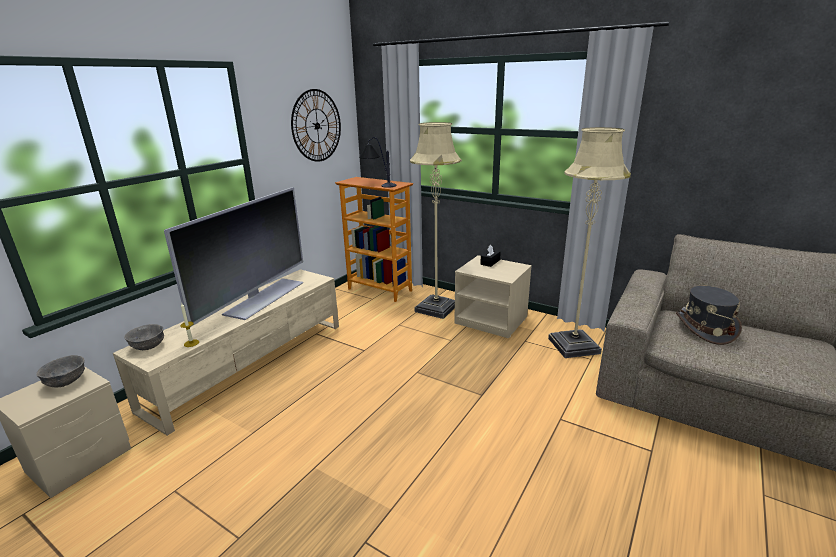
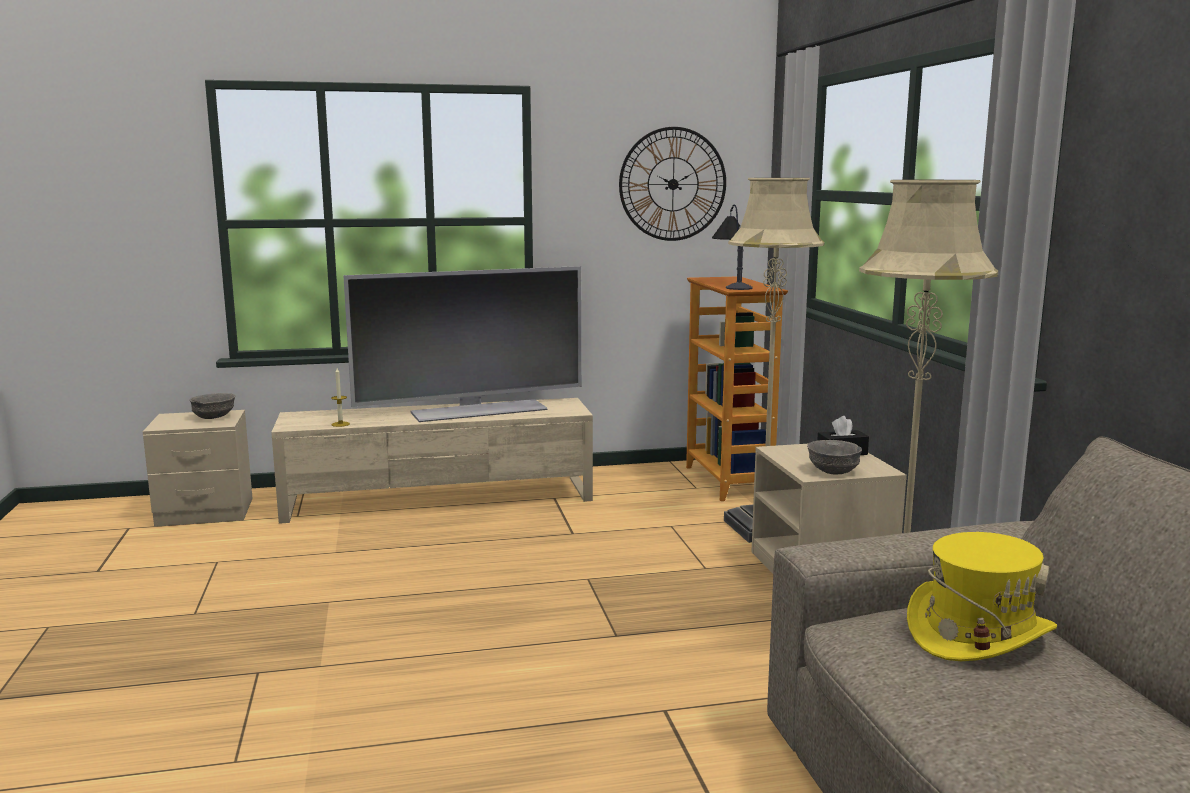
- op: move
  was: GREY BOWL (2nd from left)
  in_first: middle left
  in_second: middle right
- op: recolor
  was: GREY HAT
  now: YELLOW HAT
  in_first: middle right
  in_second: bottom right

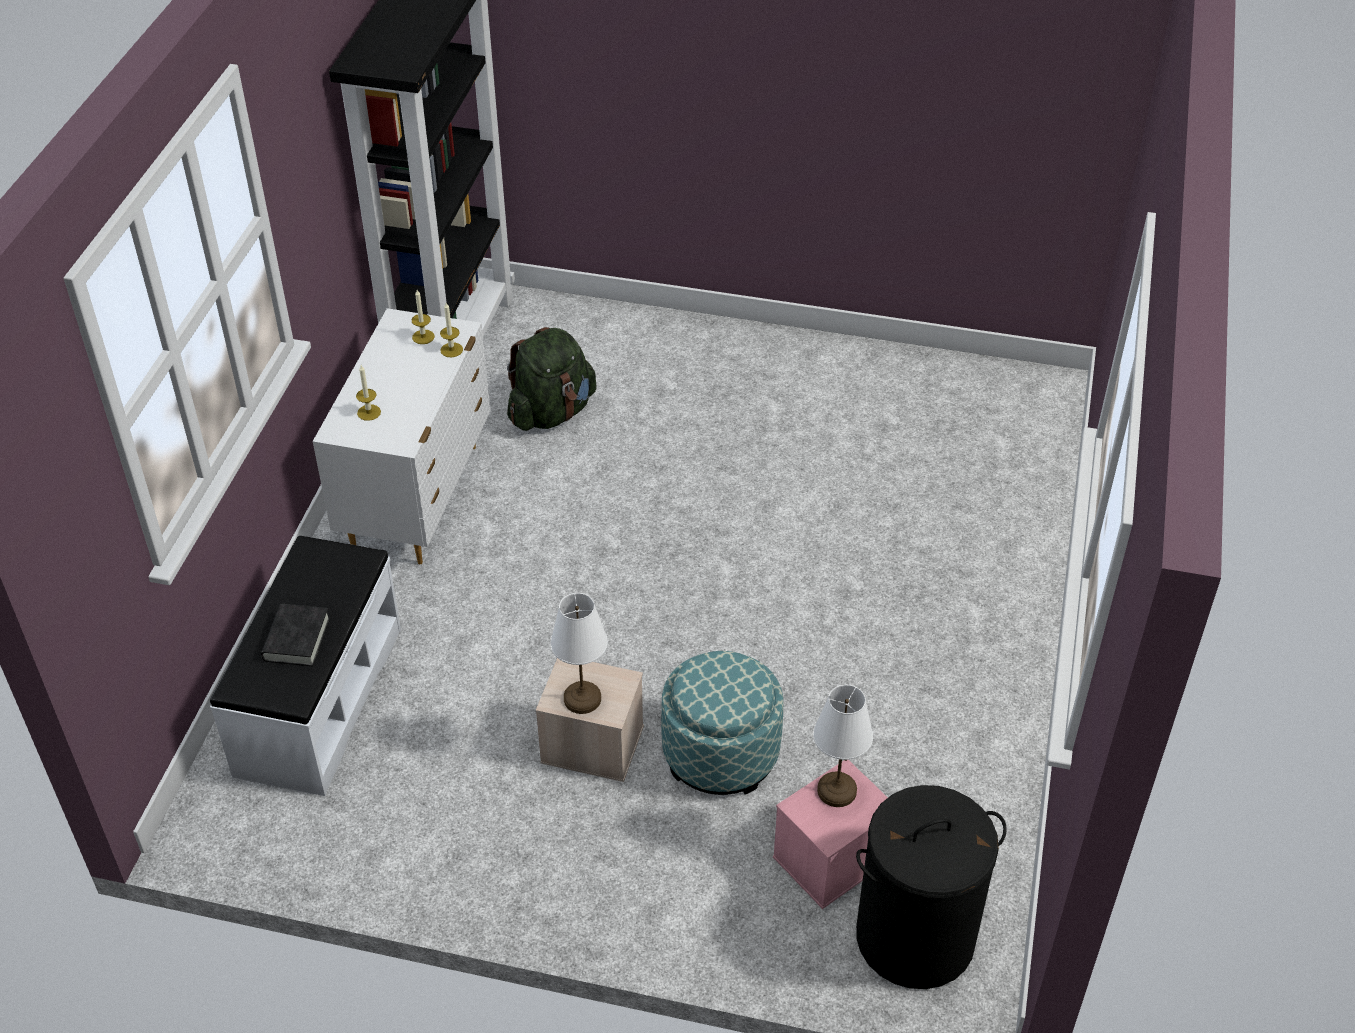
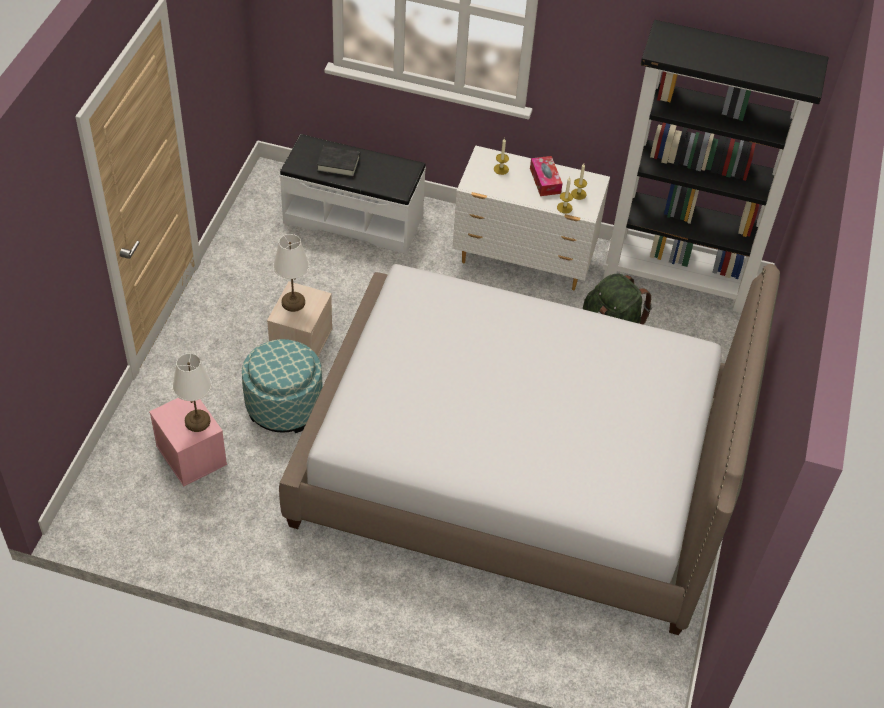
- op: delete
  was: BLACK LAUNDRY BASKET
  in_first: bottom right
- op: insert
  now: BED
  in_second: centre
- op: insert
  now: TISSUE BOX
  in_second: top centre

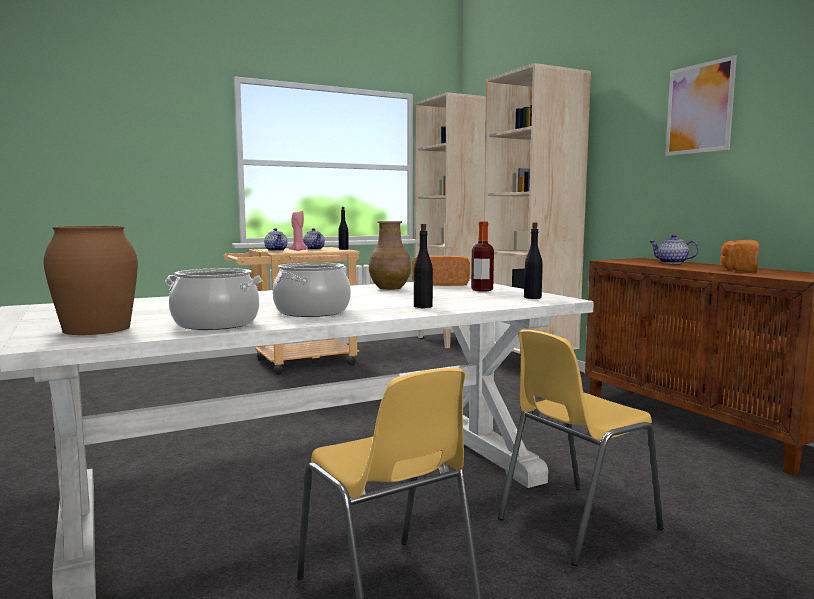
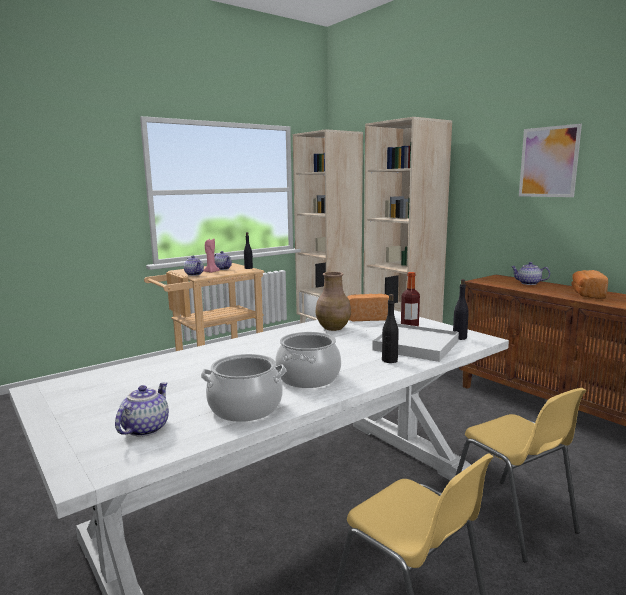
- op: replace
  was: BROWN VASE (1st from left)
  now: TEAPOT (1st from left)
  in_first: middle left
  in_second: bottom left
- op: rotate
  was: YELLOW CHAIR (2nd from left)
  in_first: bottom right
  in_second: bottom right
  clockwise: -75
- op: insert
  now: WHITE TRAY
  in_second: centre

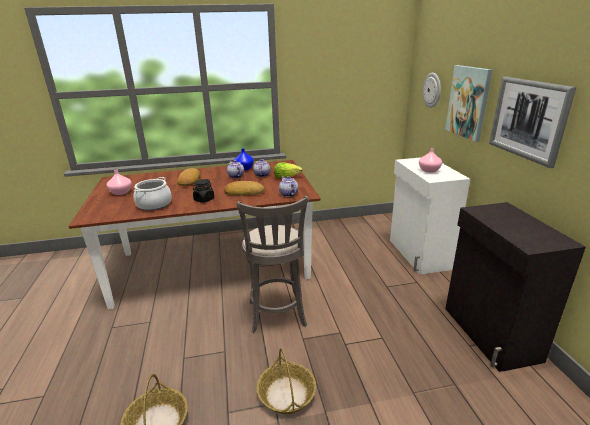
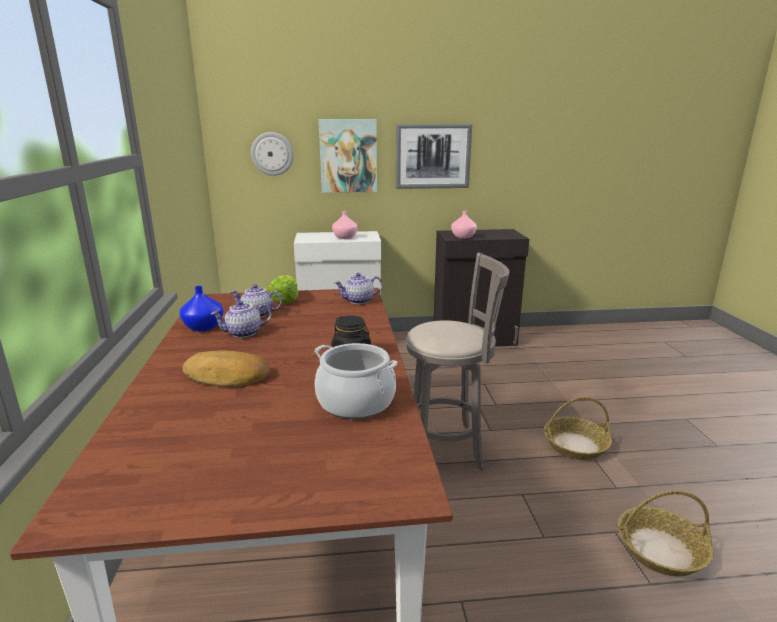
- op: move
  was: PINK VASE (1st from left in the first image)
  now: PINK VASE (2nd from left)
  in_first: middle left
  in_second: centre
- op: delete
  was: BREAD (2nd from left)
  in_first: centre

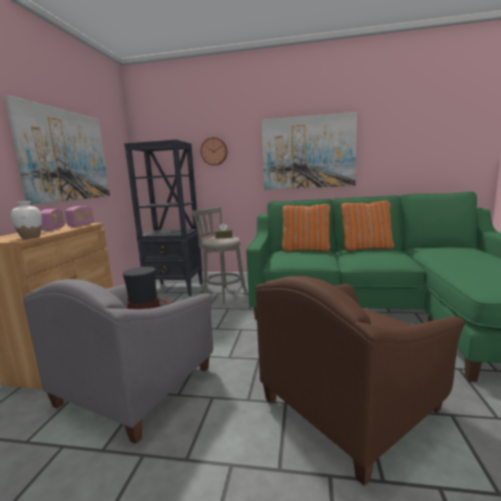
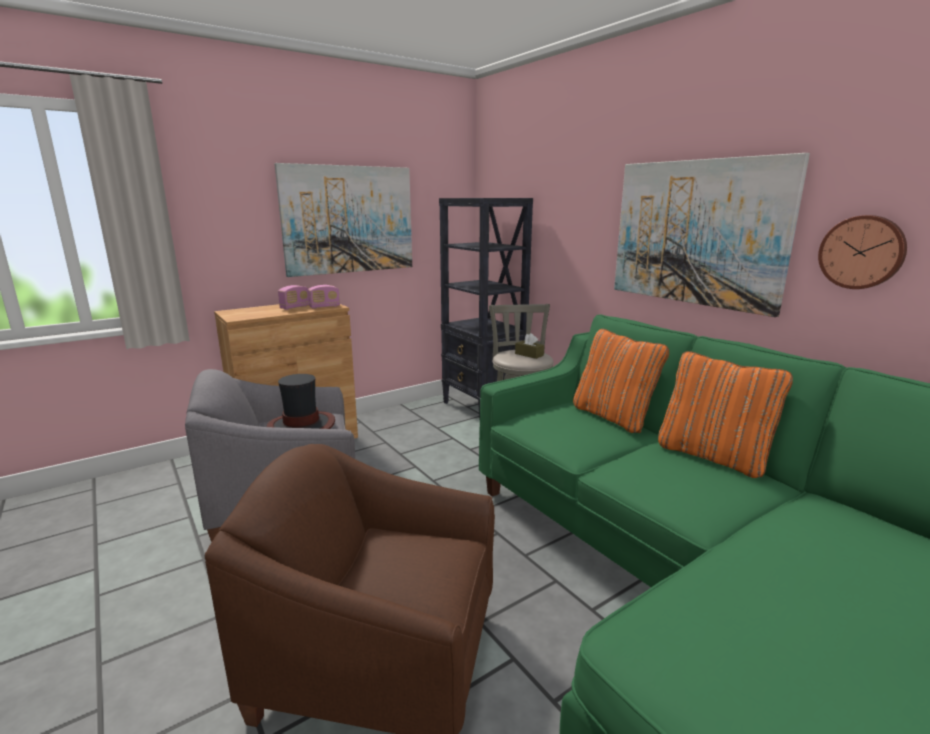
- op: delete
  was: WHITE VASE
  in_first: middle left
- op: move
  was: WALL CLOCK
  in_first: top centre
  in_second: middle right

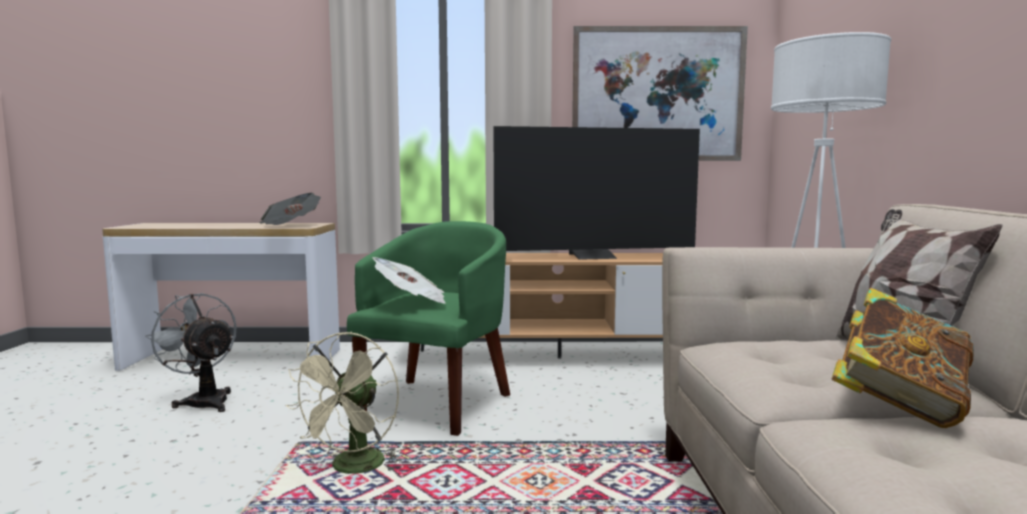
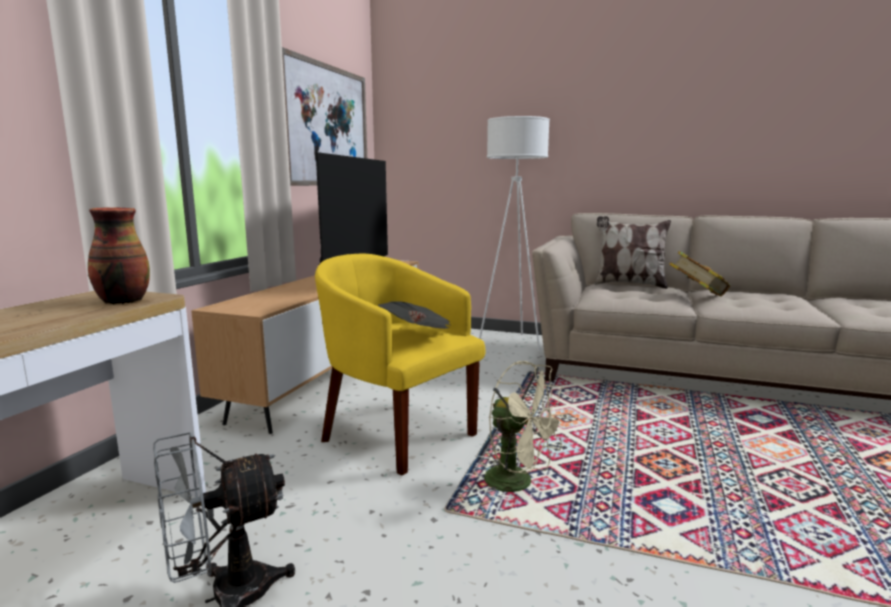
- op: replace
  was: NEWSPAPER (1st from left)
  now: VASE
  in_first: middle left
  in_second: middle left
- op: recolor
  was: GREEN ARMCHAIR
  now: YELLOW ARMCHAIR
  in_first: centre
  in_second: centre

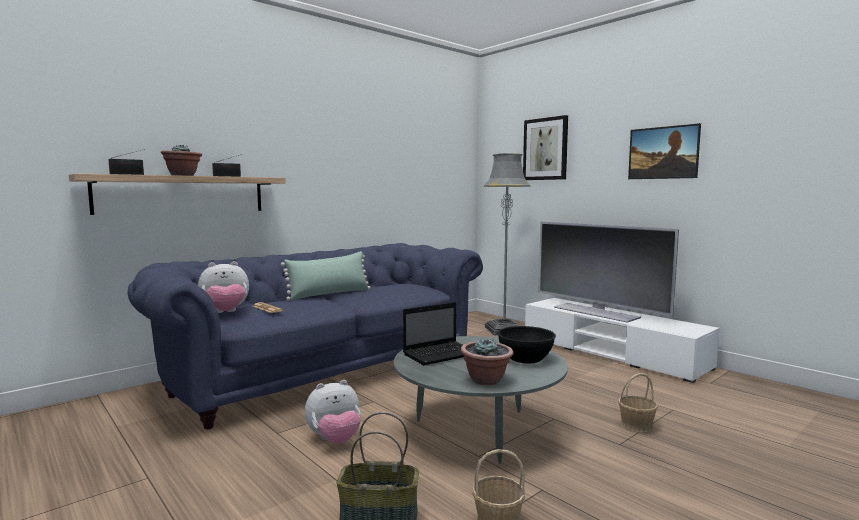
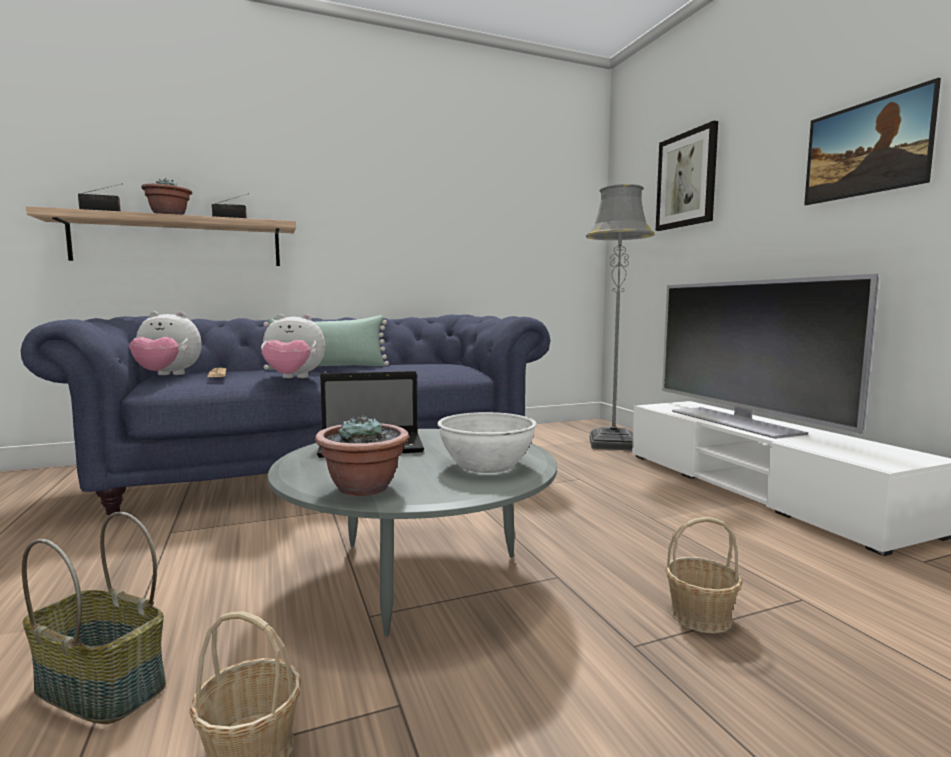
- op: move
  was: PLUSH TOY (2nd from left)
  in_first: bottom centre
  in_second: middle left
- op: recolor
  was: BLACK BOWL
  now: WHITE BOWL
  in_first: centre
  in_second: centre

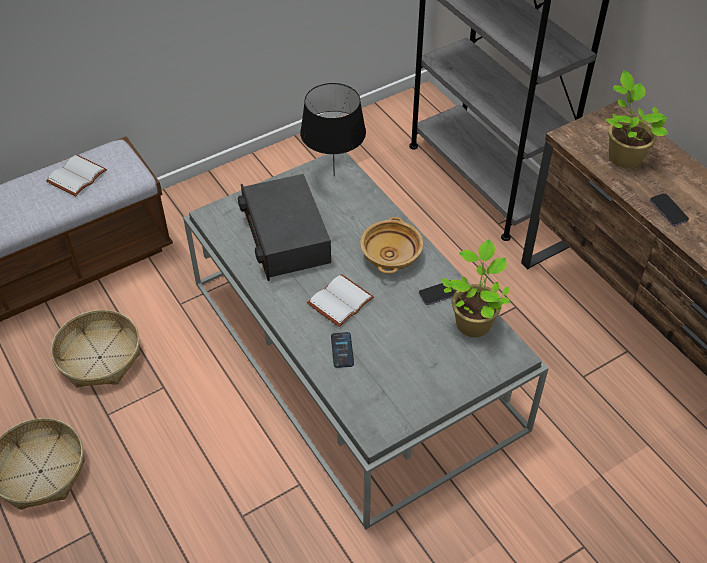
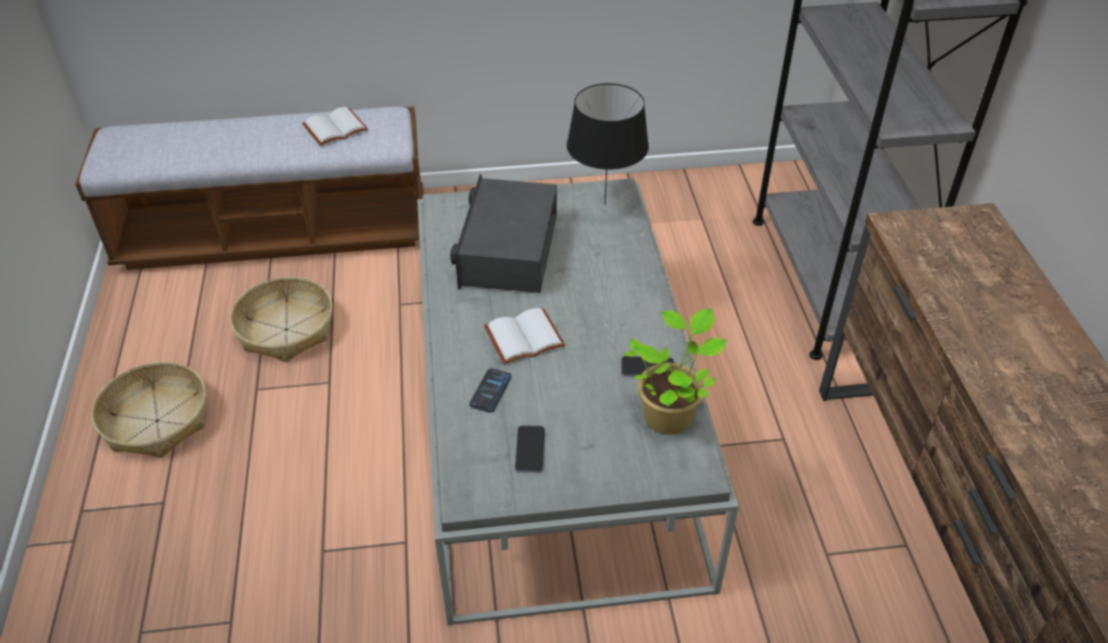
- op: delete
  was: BEIGE BOWL
  in_first: centre
- op: delete
  was: POTTED PLANT (2nd from left)
  in_first: top right
- op: move
  was: PHONE (3rd from left in the first image)
  now: PHONE (2nd from left)
  in_first: middle right
  in_second: bottom centre

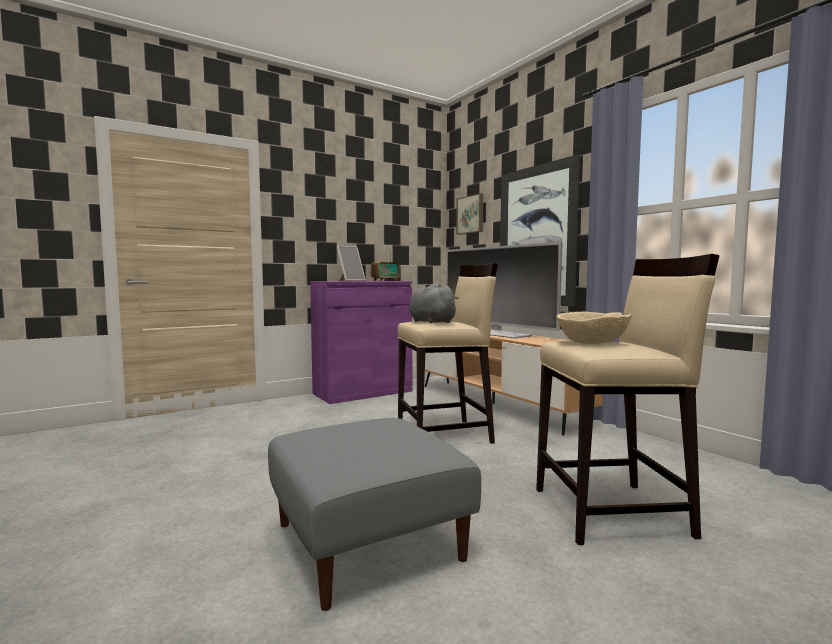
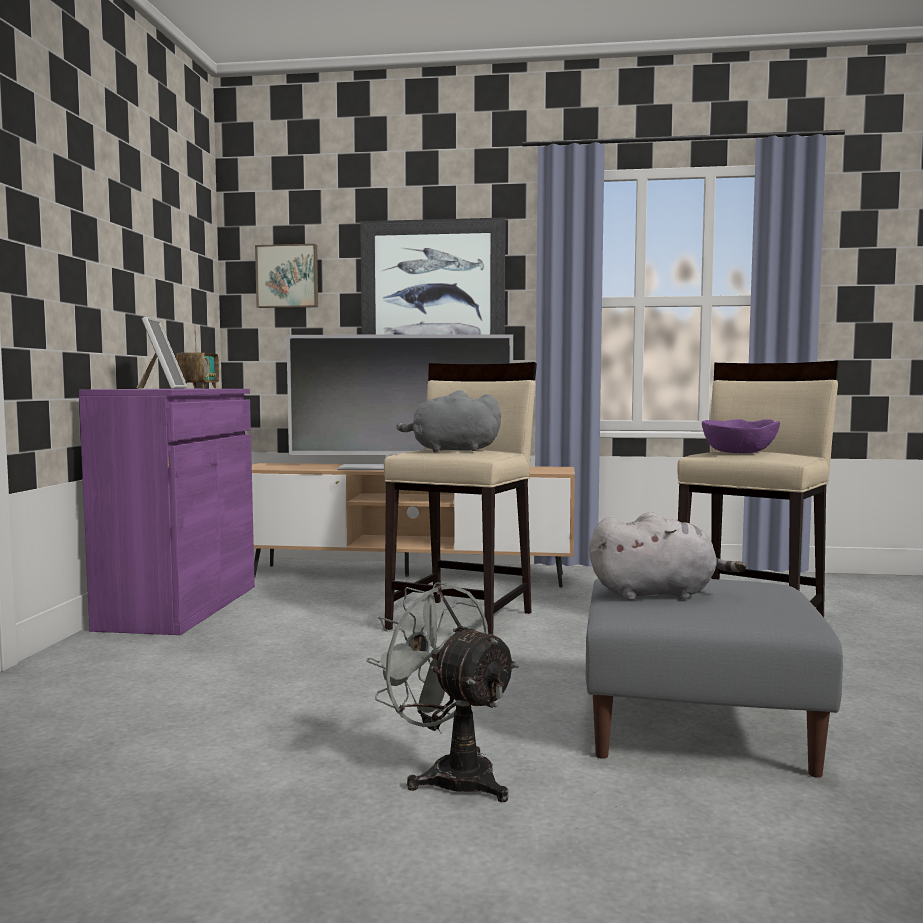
- op: recolor
  was: BEIGE BOWL
  now: PURPLE BOWL
  in_first: middle right
  in_second: middle right
- op: insert
  now: GREY FAN
  in_second: bottom centre
- op: insert
  now: GREY PLUSH TOY (2nd from left)
  in_second: middle right

